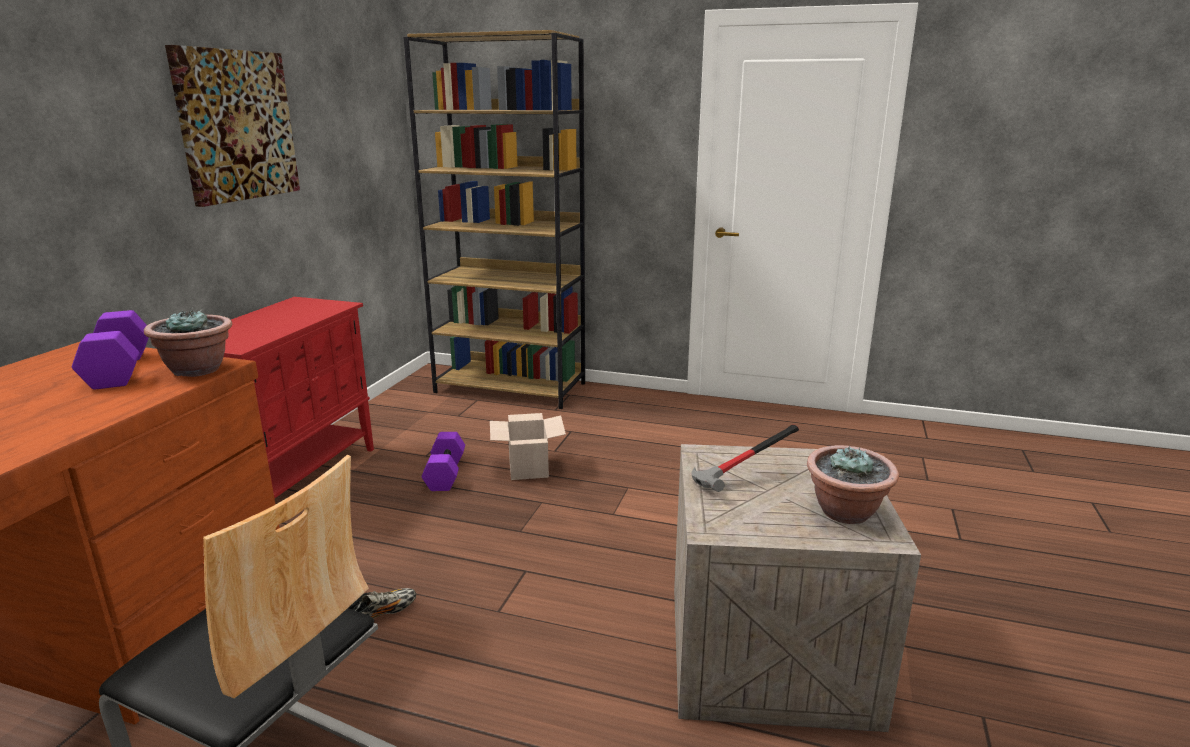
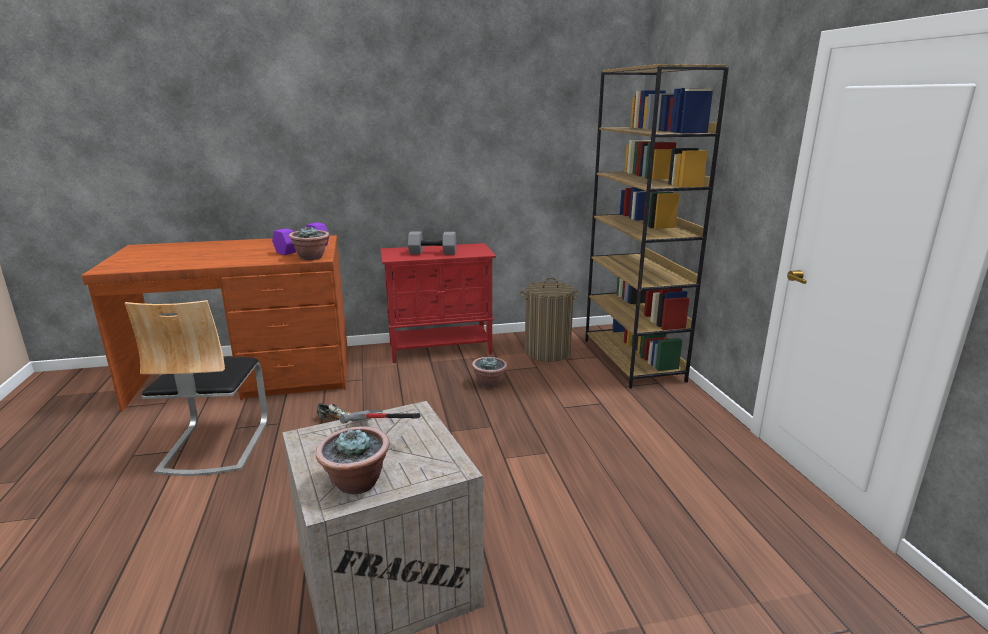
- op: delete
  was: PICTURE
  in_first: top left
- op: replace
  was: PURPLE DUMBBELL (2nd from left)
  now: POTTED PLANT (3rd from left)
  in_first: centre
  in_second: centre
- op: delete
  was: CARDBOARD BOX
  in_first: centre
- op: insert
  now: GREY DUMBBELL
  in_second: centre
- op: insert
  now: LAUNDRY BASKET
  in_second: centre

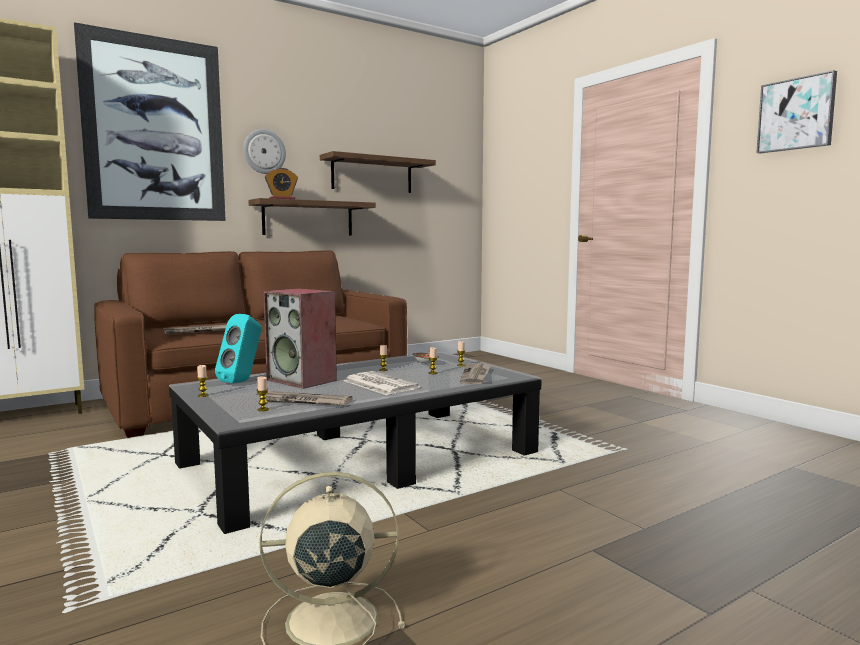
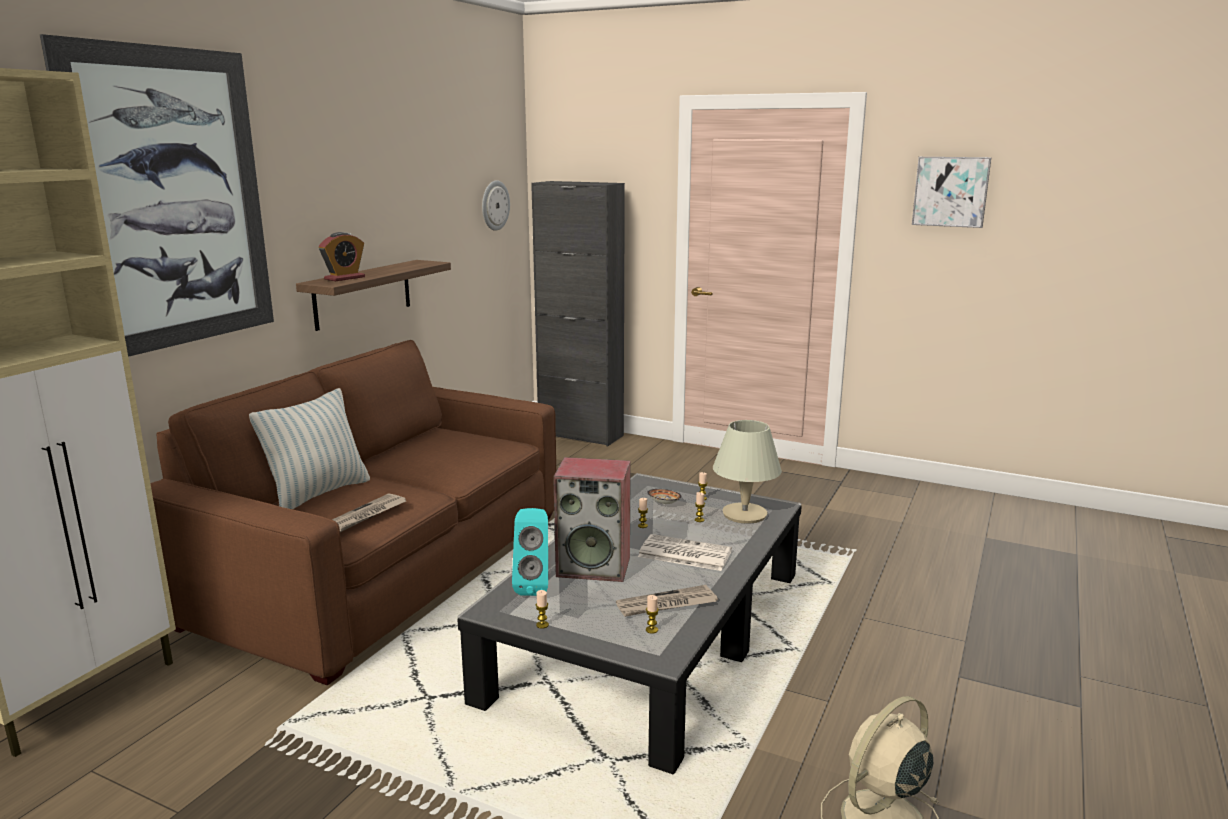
- op: move
  was: WALL CLOCK
  in_first: top left
  in_second: top centre
- op: delete
  was: SHELF (2nd from left)
  in_first: top centre
- op: replace
  was: NEWSPAPER (4th from left)
  now: BEIGE TABLE LAMP
  in_first: centre
  in_second: centre
- op: insert
  now: PILLOW
  in_second: middle left
- op: insert
  now: BLACK CABINET
  in_second: centre

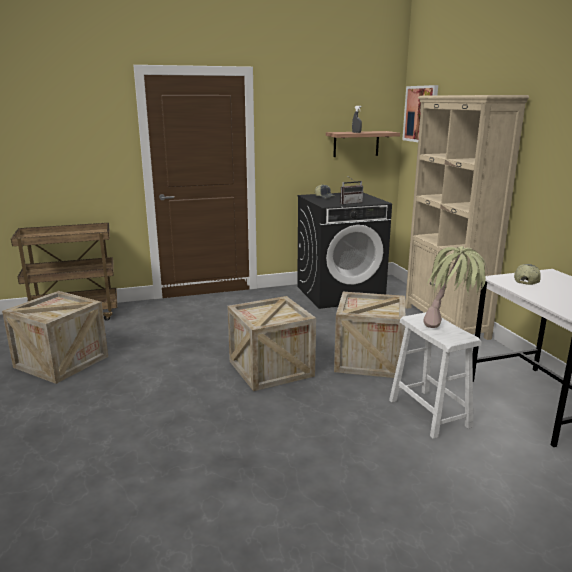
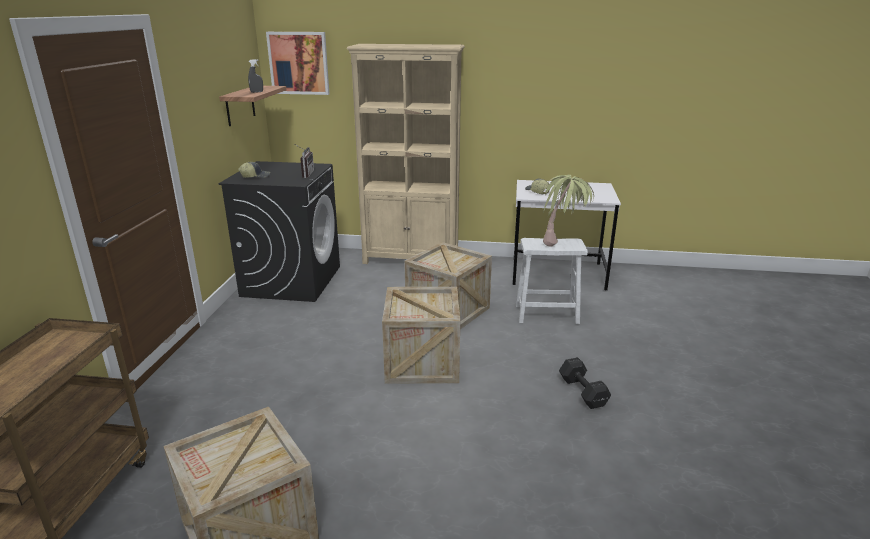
- op: insert
  now: BLACK DUMBBELL
  in_second: bottom right

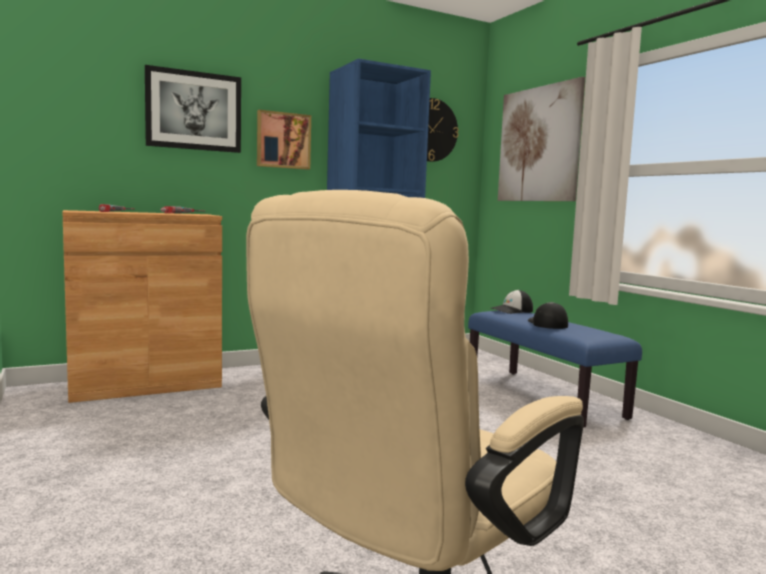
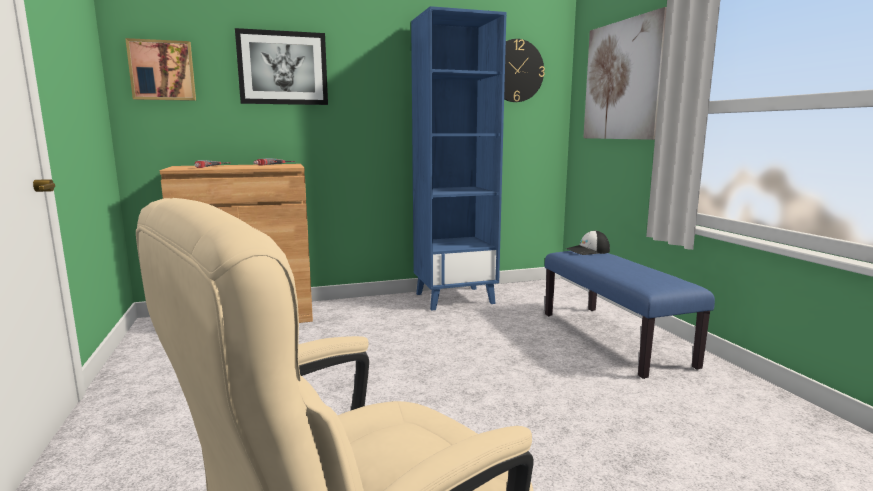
- op: move
  was: PICTURE (2nd from left in the first image)
  now: PICTURE (1st from left)
  in_first: top centre
  in_second: top left
- op: delete
  was: CAP (2nd from left)
  in_first: middle right

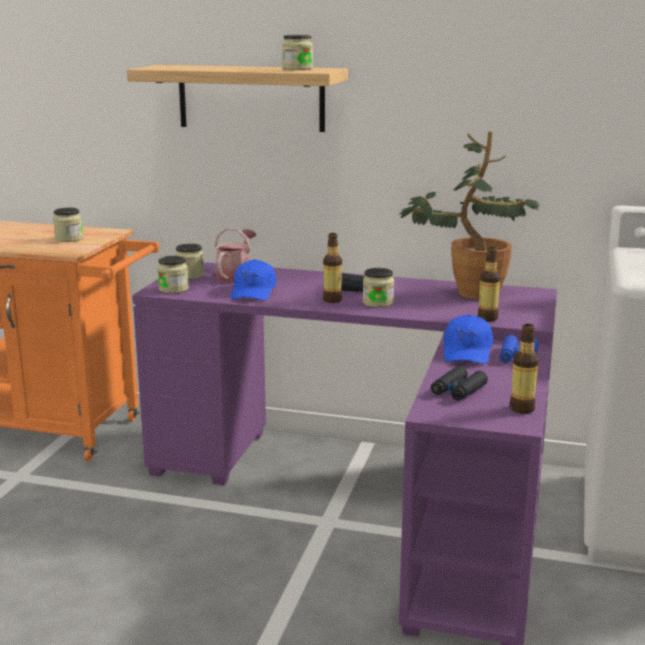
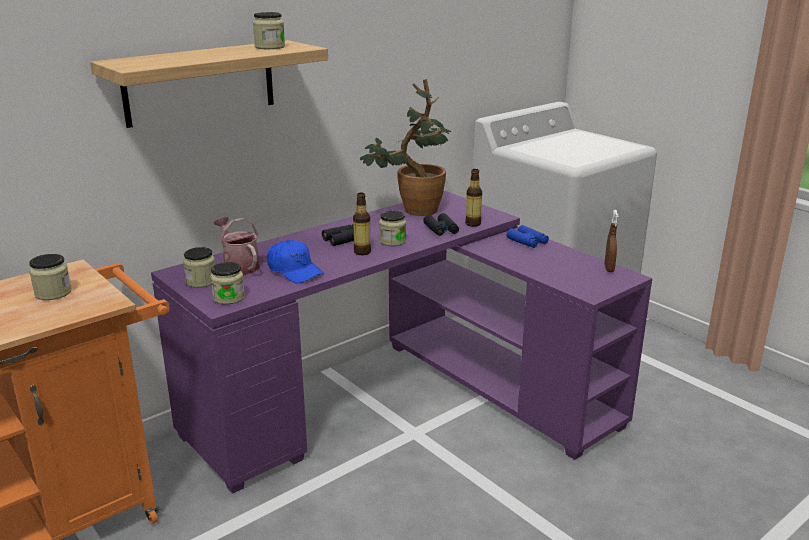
- op: move
  was: BLACK BINOCULARS (2nd from left)
  in_first: middle right
  in_second: centre
- op: delete
  was: BLUE CAP (2nd from left)
  in_first: middle right
- op: replace
  was: BOTTLE (3rd from left)
  now: BROWN SPRAY BOTTLE
  in_first: middle right
  in_second: middle right

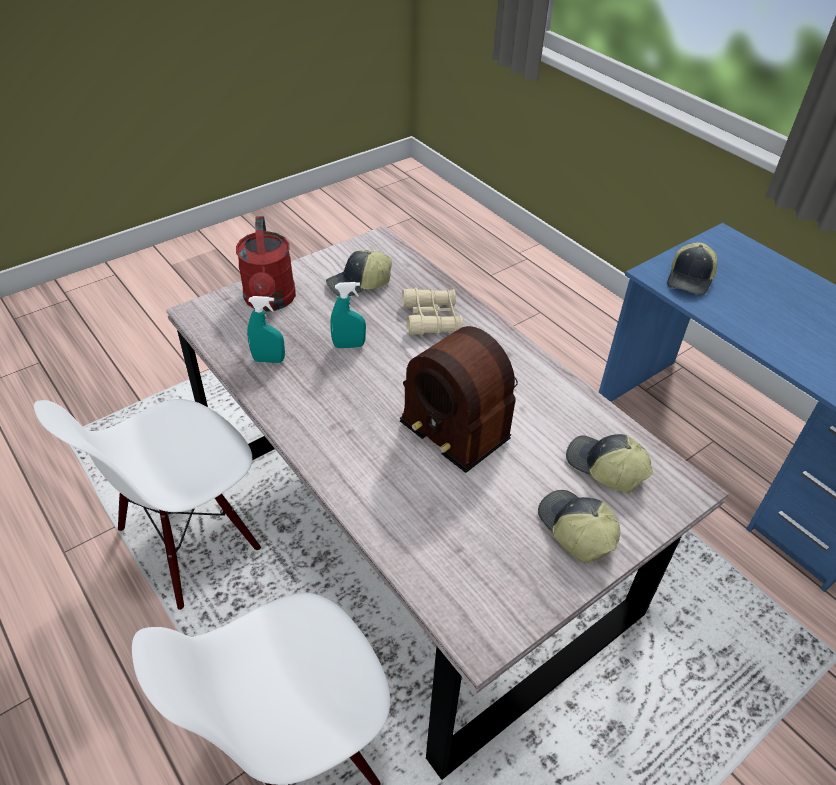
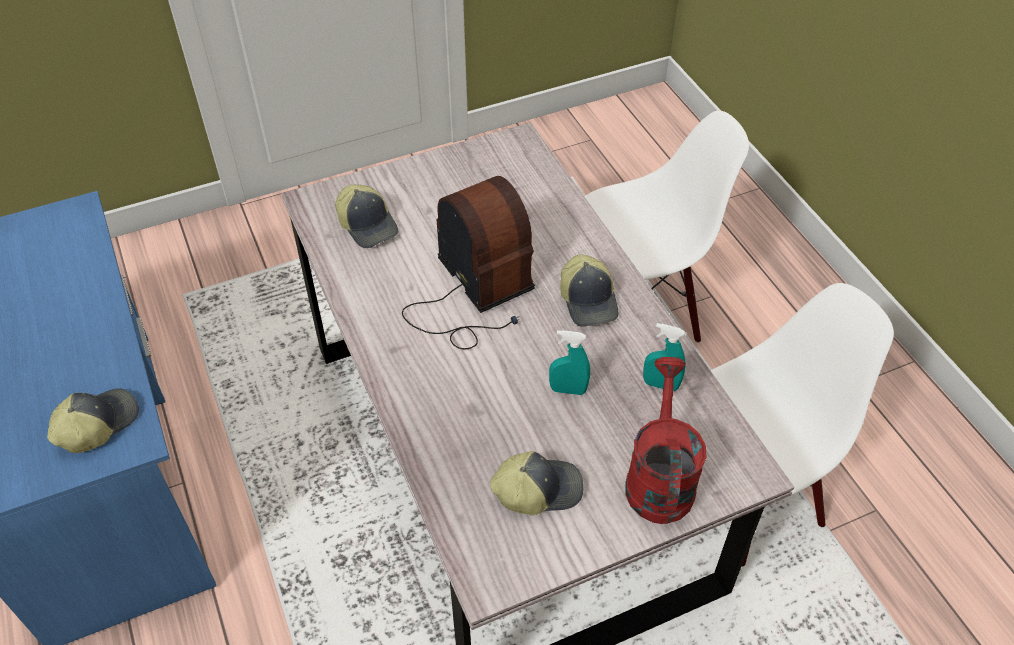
- op: delete
  was: BEIGE BINOCULARS
  in_first: centre
- op: move
  was: CAP (2nd from left in the first image)
  now: CAP (4th from left)
  in_first: bottom right
  in_second: centre

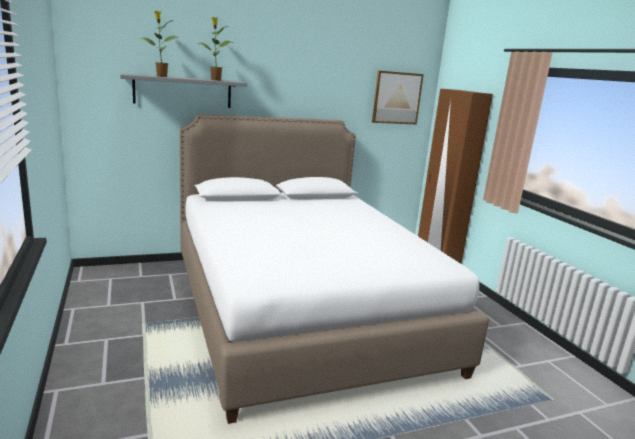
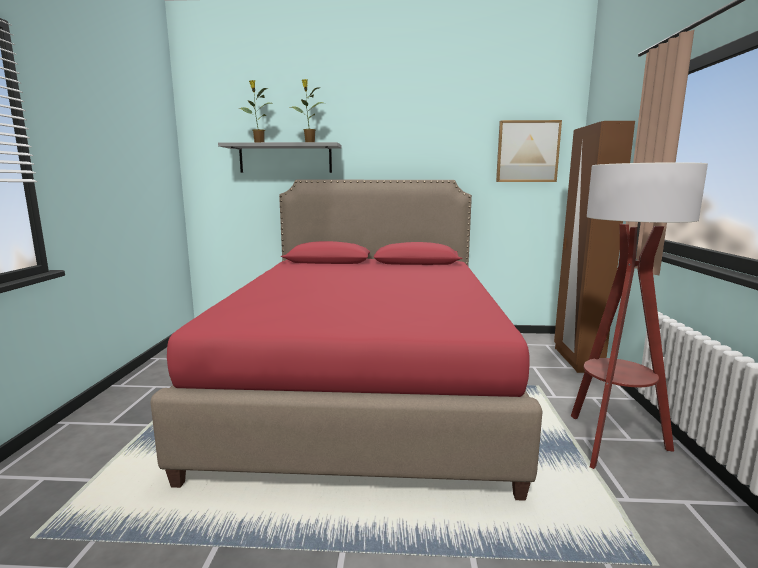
- op: recolor
  was: WHITE BED
  now: RED BED
  in_first: centre
  in_second: centre
- op: insert
  now: FLOOR LAMP
  in_second: middle right

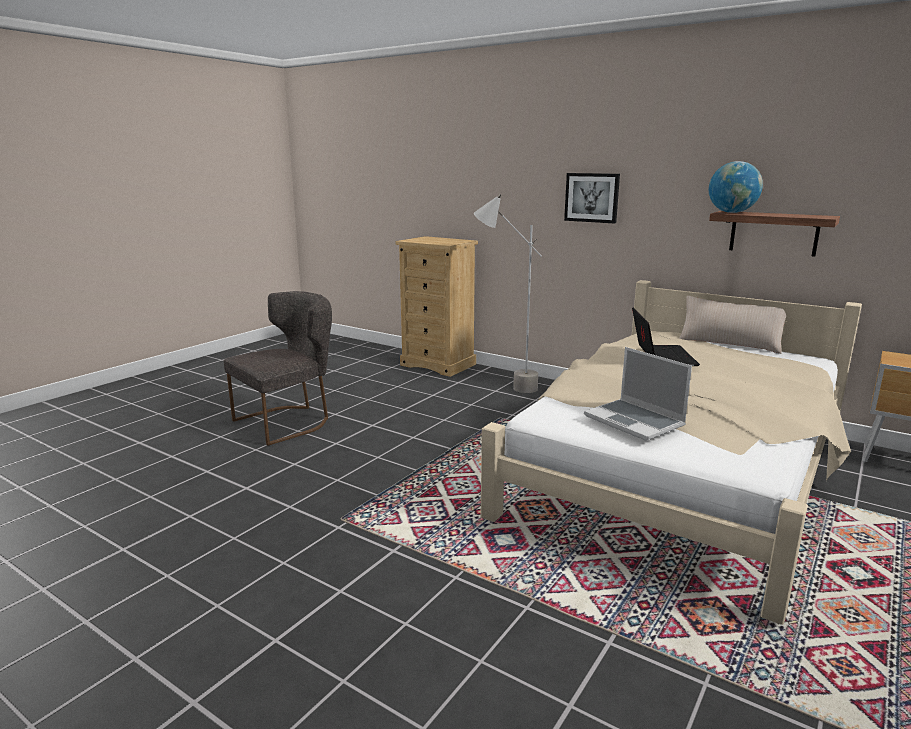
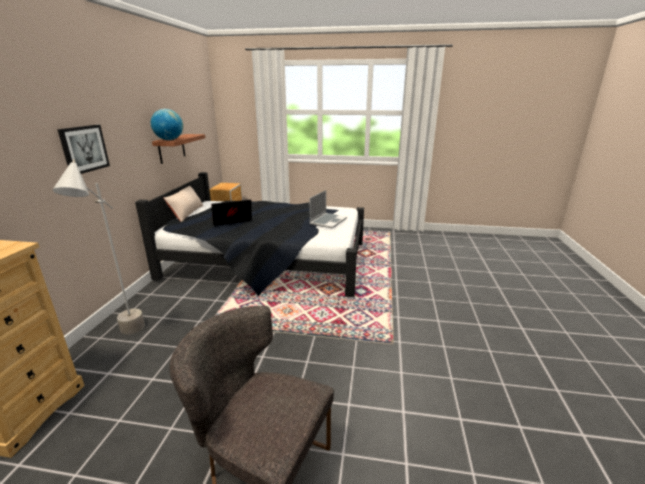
- op: recolor
  was: BEIGE BED
  now: BLACK BED
  in_first: middle right
  in_second: centre

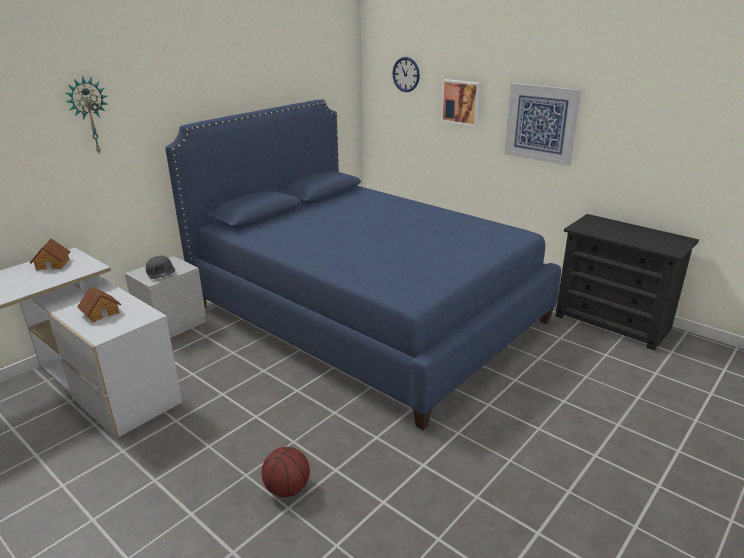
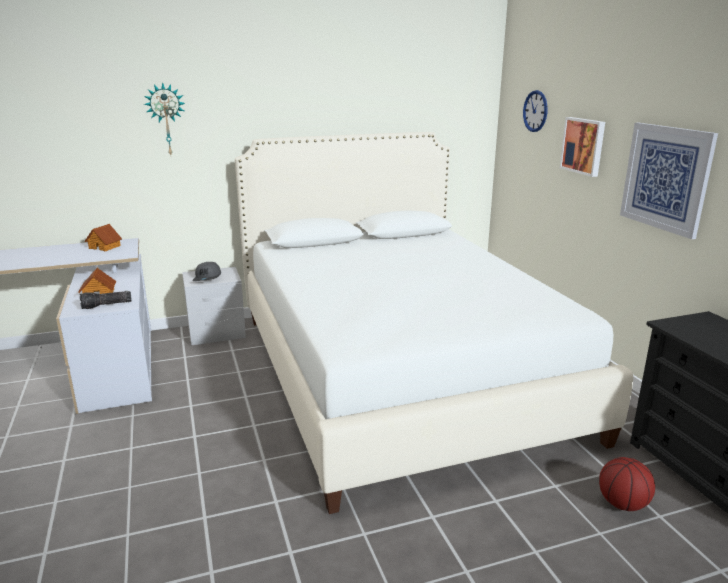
- op: recolor
  was: BLUE BED
  now: WHITE BED
  in_first: centre
  in_second: centre
- op: move
  was: BASKETBALL
  in_first: bottom centre
  in_second: bottom right
- op: insert
  now: FLASHLIGHT
  in_second: middle left

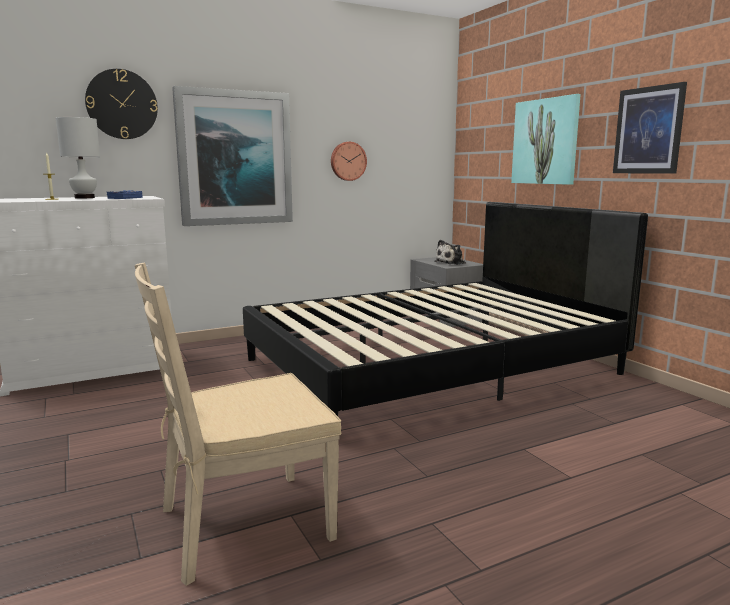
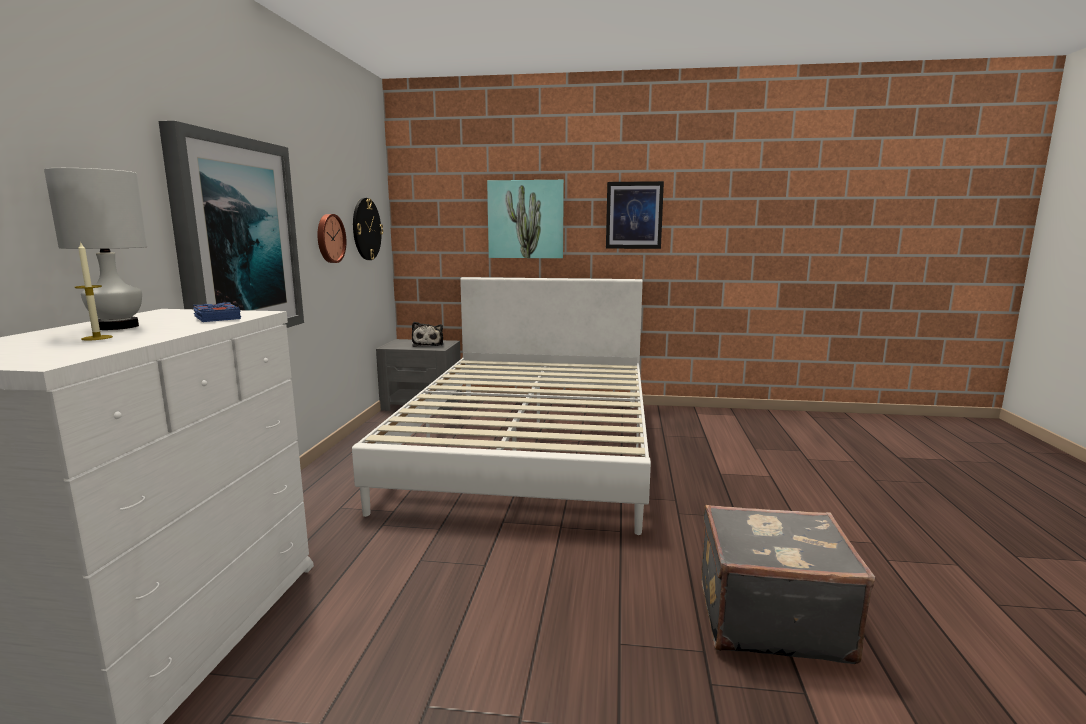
- op: move
  was: WALL CLOCK (1st from left in the first image)
  now: WALL CLOCK (2nd from left)
  in_first: top left
  in_second: top centre
- op: replace
  was: BEIGE CHAIR
  now: GREY SUITCASE
  in_first: bottom left
  in_second: bottom right
- op: recolor
  was: BLACK BED
  now: WHITE BED
  in_first: centre
  in_second: centre

